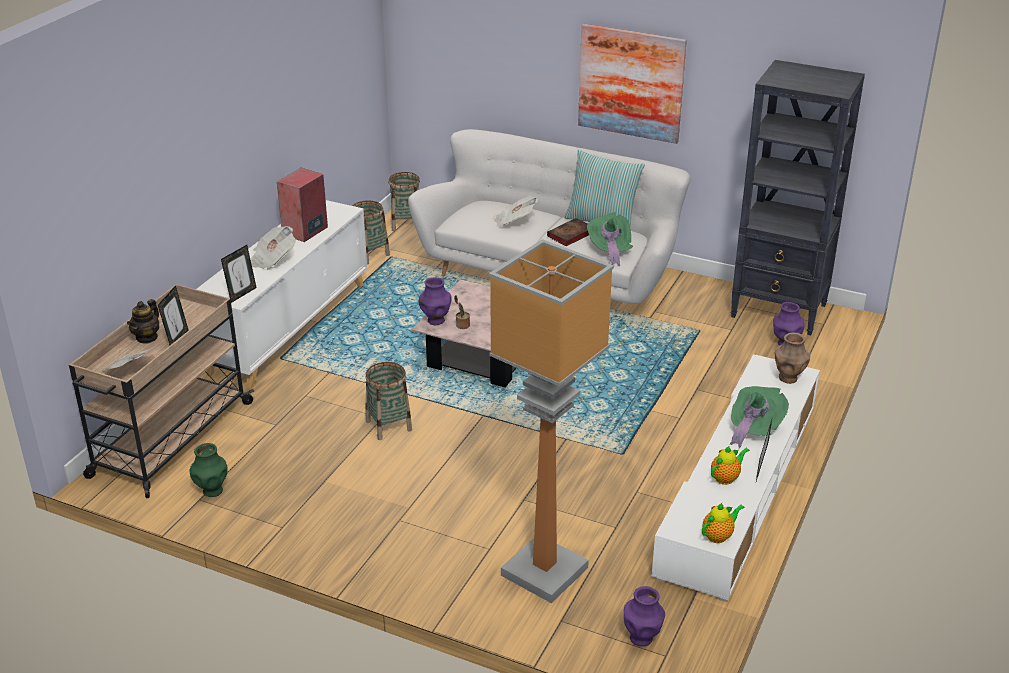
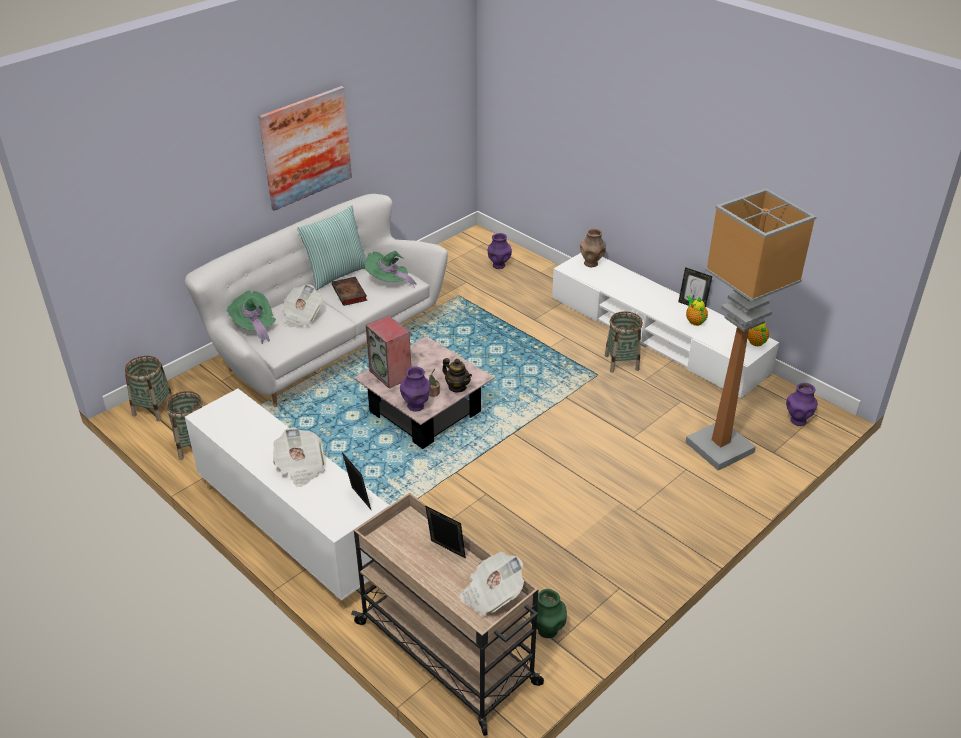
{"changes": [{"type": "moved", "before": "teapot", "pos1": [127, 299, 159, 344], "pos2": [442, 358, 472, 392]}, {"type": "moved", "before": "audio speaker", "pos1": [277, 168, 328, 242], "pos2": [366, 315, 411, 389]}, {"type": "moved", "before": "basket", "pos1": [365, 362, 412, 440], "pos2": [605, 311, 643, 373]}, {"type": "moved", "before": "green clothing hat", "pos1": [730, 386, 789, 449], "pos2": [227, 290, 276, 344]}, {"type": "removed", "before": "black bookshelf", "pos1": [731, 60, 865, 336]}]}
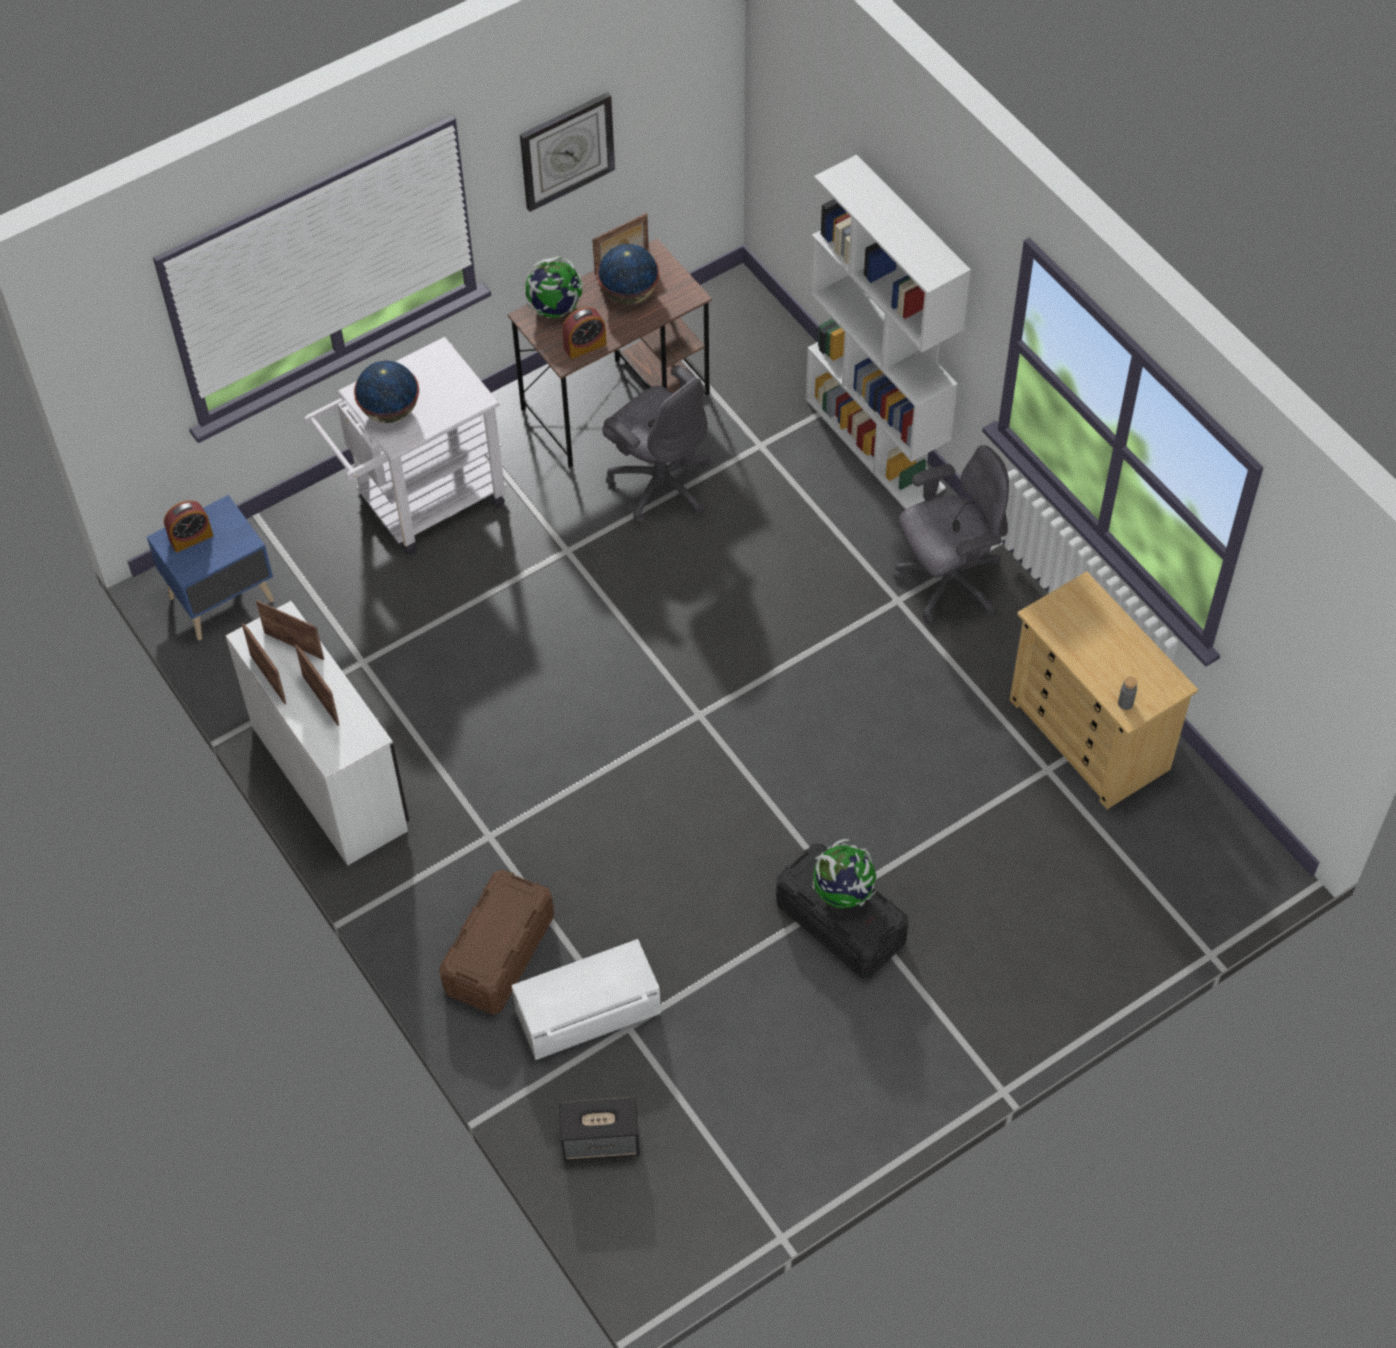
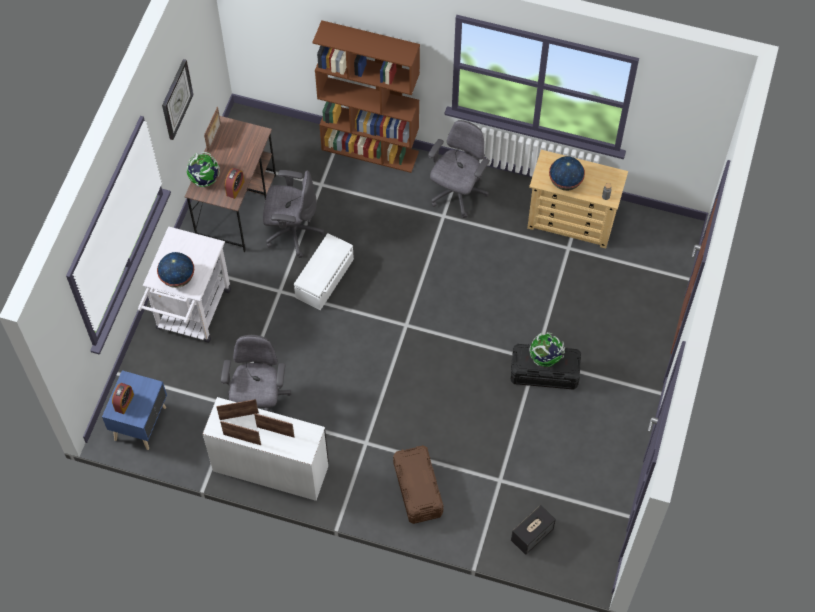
{"changes": [{"type": "moved", "before": "white-coloured storage box", "pos1": [512, 939, 661, 1060], "pos2": [294, 233, 354, 310]}, {"type": "moved", "before": "world globe", "pos1": [597, 244, 659, 305], "pos2": [549, 156, 585, 191]}, {"type": "recoloured", "before": "white-coloured bookshelf", "after": "brown bookshelf", "pos1": [806, 155, 971, 510], "pos2": [312, 20, 420, 173]}, {"type": "added", "after": "greyish office chair", "pos2": [221, 335, 291, 412]}]}
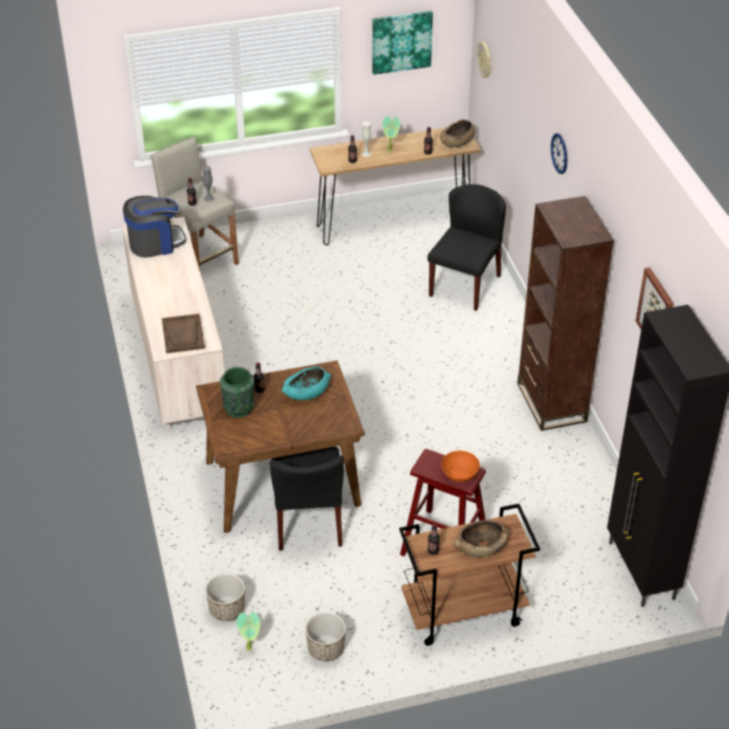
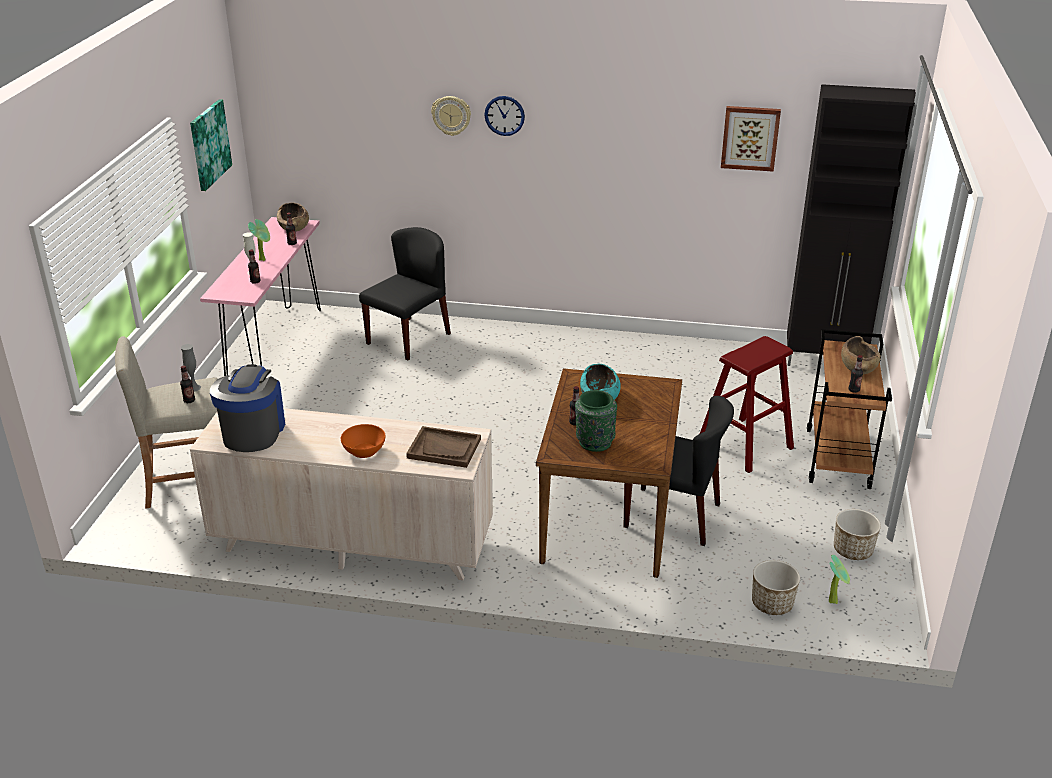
{"changes": [{"type": "recoloured", "before": "brown hall table", "after": "pink hall table", "pos1": [310, 128, 481, 245], "pos2": [200, 217, 321, 376]}, {"type": "turned", "before": "black upright chair", "pos1": [427, 184, 506, 311], "pos2": [359, 227, 451, 361], "turn": 75}, {"type": "moved", "before": "orange deep dish", "pos1": [442, 451, 480, 482], "pos2": [341, 424, 385, 458]}, {"type": "moved", "before": "wall clock", "pos1": [477, 41, 491, 78], "pos2": [431, 96, 471, 136]}, {"type": "removed", "before": "brown bookshelf", "pos1": [517, 196, 614, 431]}]}
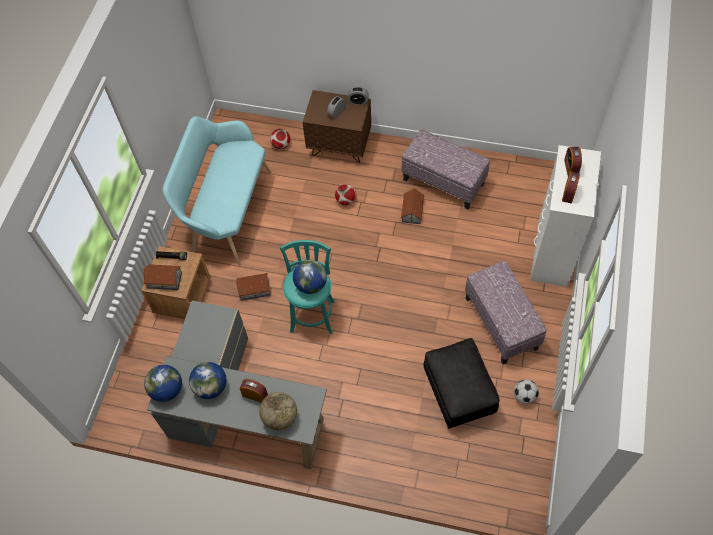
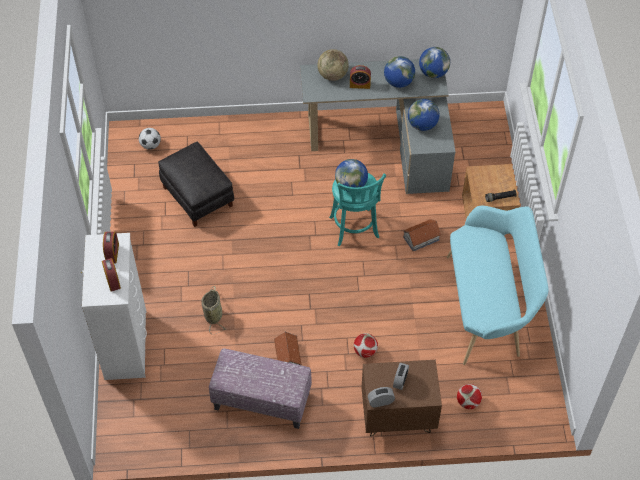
{"changes": [{"type": "removed", "before": "miniature house", "pos1": [143, 264, 182, 290]}, {"type": "removed", "before": "ottoman", "pos1": [465, 261, 547, 364]}, {"type": "moved", "before": "football", "pos1": [514, 379, 539, 404], "pos2": [139, 128, 161, 150]}, {"type": "added", "after": "basket", "pos2": [201, 286, 227, 334]}, {"type": "added", "after": "world globe", "pos2": [408, 99, 439, 131]}]}
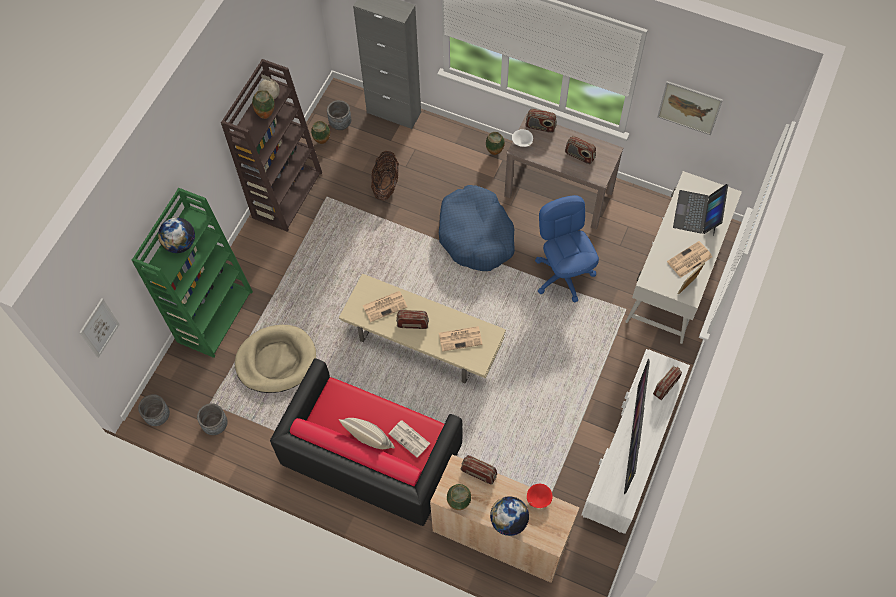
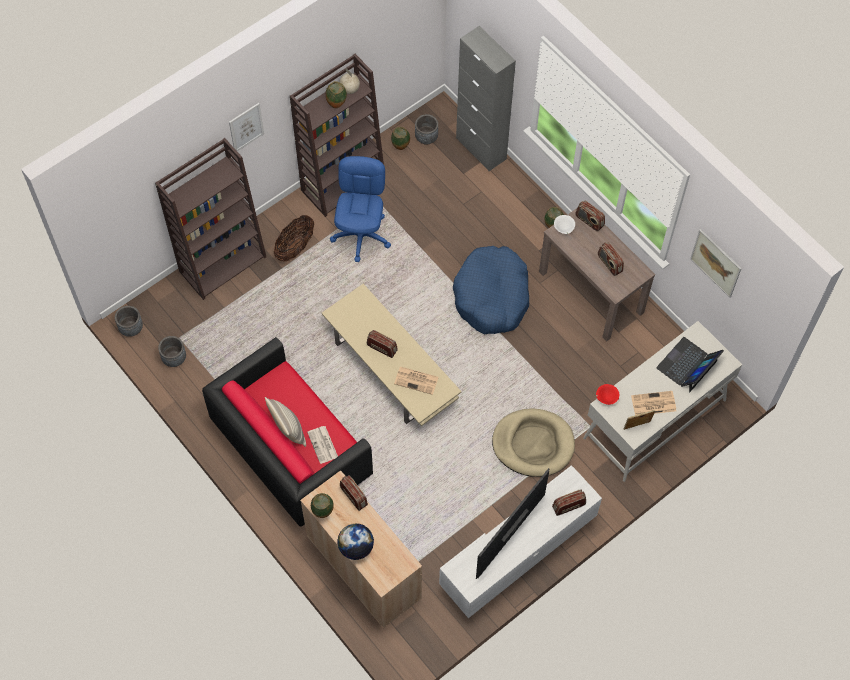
{"changes": [{"type": "moved", "before": "wall art", "pos1": [79, 298, 120, 358], "pos2": [229, 103, 264, 151]}, {"type": "recoloured", "before": "green bookshelf", "after": "brown bookshelf", "pos1": [132, 188, 253, 358], "pos2": [155, 138, 266, 300]}, {"type": "removed", "before": "world globe", "pos1": [158, 217, 195, 253]}, {"type": "moved", "before": "beige-coloured pet bed", "pos1": [235, 325, 316, 393], "pos2": [492, 408, 575, 477]}, {"type": "removed", "before": "daily paper", "pos1": [363, 291, 407, 322]}, {"type": "moved", "before": "basket", "pos1": [371, 151, 399, 200], "pos2": [274, 215, 314, 262]}, {"type": "moved", "before": "red deep dish", "pos1": [527, 484, 553, 508], "pos2": [596, 384, 619, 405]}, {"type": "moved", "before": "blue office chair", "pos1": [535, 195, 599, 303], "pos2": [330, 156, 391, 262]}]}
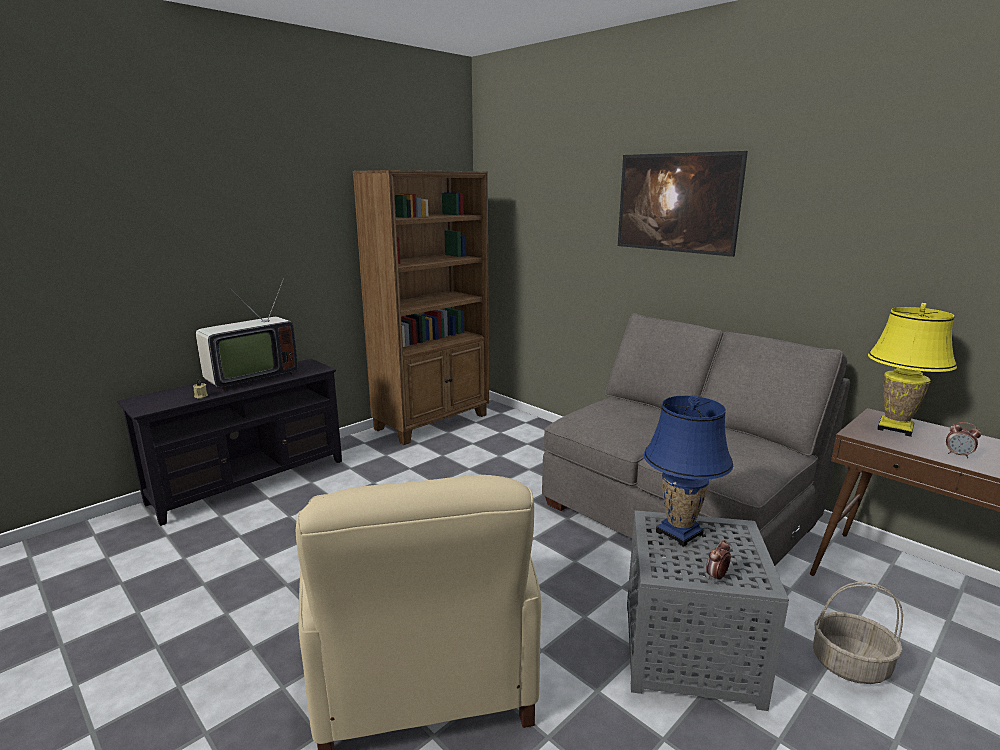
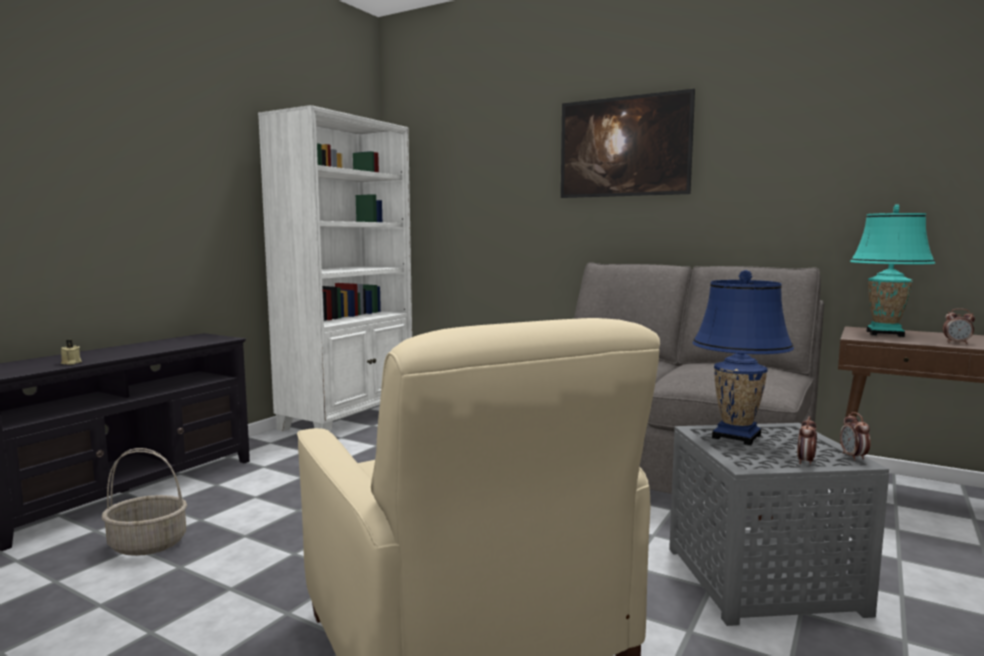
{"changes": [{"type": "removed", "before": "television", "pos1": [196, 278, 298, 391]}, {"type": "recoloured", "before": "brown bookshelf", "after": "white-coloured bookshelf", "pos1": [353, 170, 489, 445], "pos2": [258, 105, 412, 432]}, {"type": "moved", "before": "basket", "pos1": [813, 582, 903, 684], "pos2": [102, 448, 187, 556]}, {"type": "recoloured", "before": "yellowish table lamp", "after": "turquoise table lamp", "pos1": [868, 303, 957, 437], "pos2": [850, 204, 935, 337]}, {"type": "added", "after": "alarm clock", "pos2": [840, 412, 871, 461]}]}
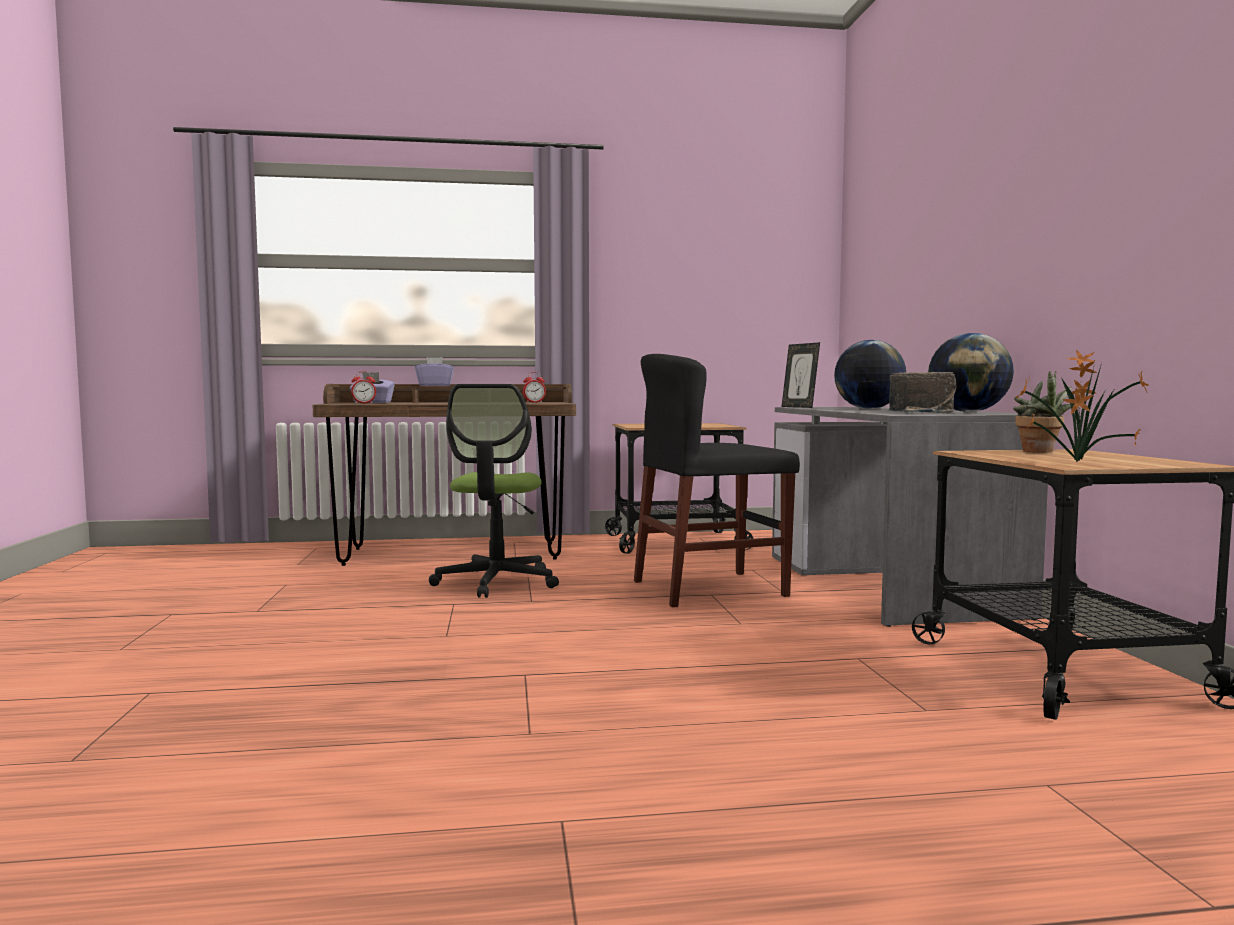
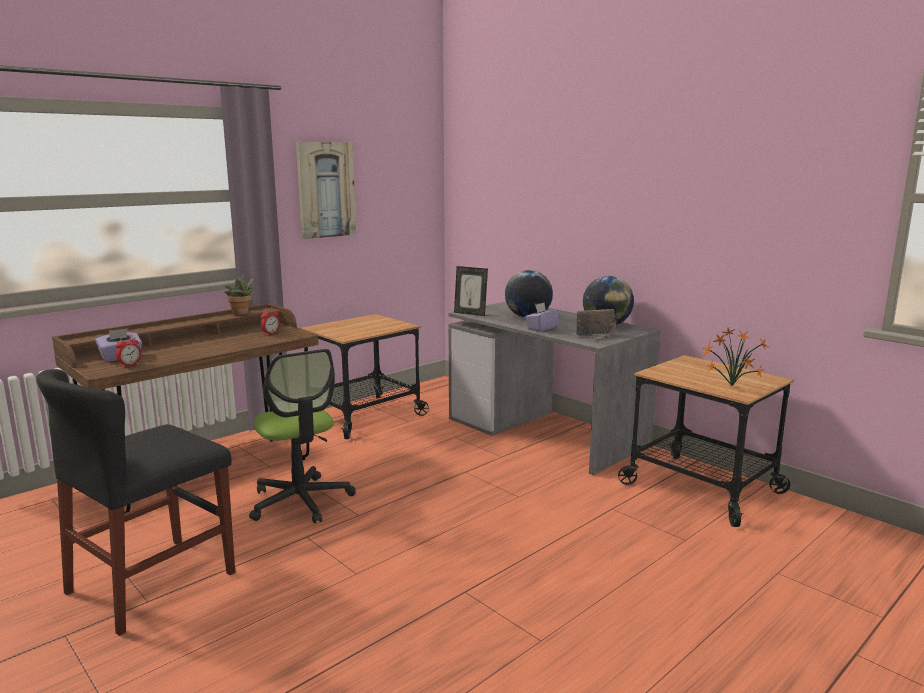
{"changes": [{"type": "moved", "before": "purple-coloured tissue box", "pos1": [415, 357, 454, 386], "pos2": [525, 303, 559, 332]}, {"type": "moved", "before": "black upright chair", "pos1": [634, 354, 800, 607], "pos2": [36, 369, 235, 636]}, {"type": "moved", "before": "houseplant", "pos1": [1013, 371, 1072, 453], "pos2": [224, 273, 256, 315]}, {"type": "added", "after": "wall art", "pos2": [296, 142, 356, 239]}]}
